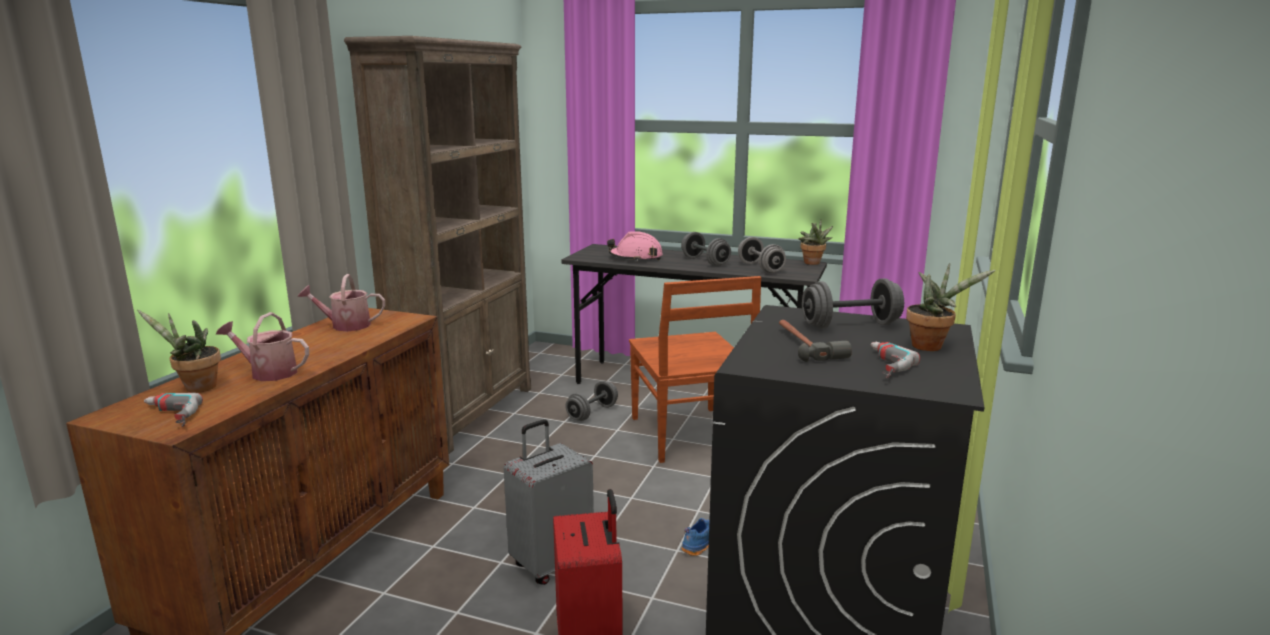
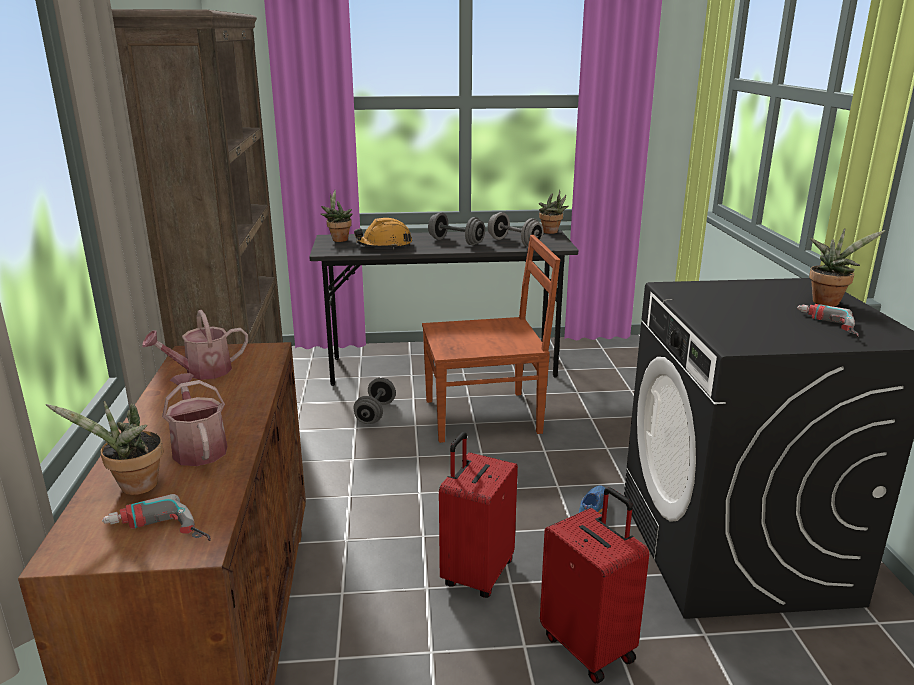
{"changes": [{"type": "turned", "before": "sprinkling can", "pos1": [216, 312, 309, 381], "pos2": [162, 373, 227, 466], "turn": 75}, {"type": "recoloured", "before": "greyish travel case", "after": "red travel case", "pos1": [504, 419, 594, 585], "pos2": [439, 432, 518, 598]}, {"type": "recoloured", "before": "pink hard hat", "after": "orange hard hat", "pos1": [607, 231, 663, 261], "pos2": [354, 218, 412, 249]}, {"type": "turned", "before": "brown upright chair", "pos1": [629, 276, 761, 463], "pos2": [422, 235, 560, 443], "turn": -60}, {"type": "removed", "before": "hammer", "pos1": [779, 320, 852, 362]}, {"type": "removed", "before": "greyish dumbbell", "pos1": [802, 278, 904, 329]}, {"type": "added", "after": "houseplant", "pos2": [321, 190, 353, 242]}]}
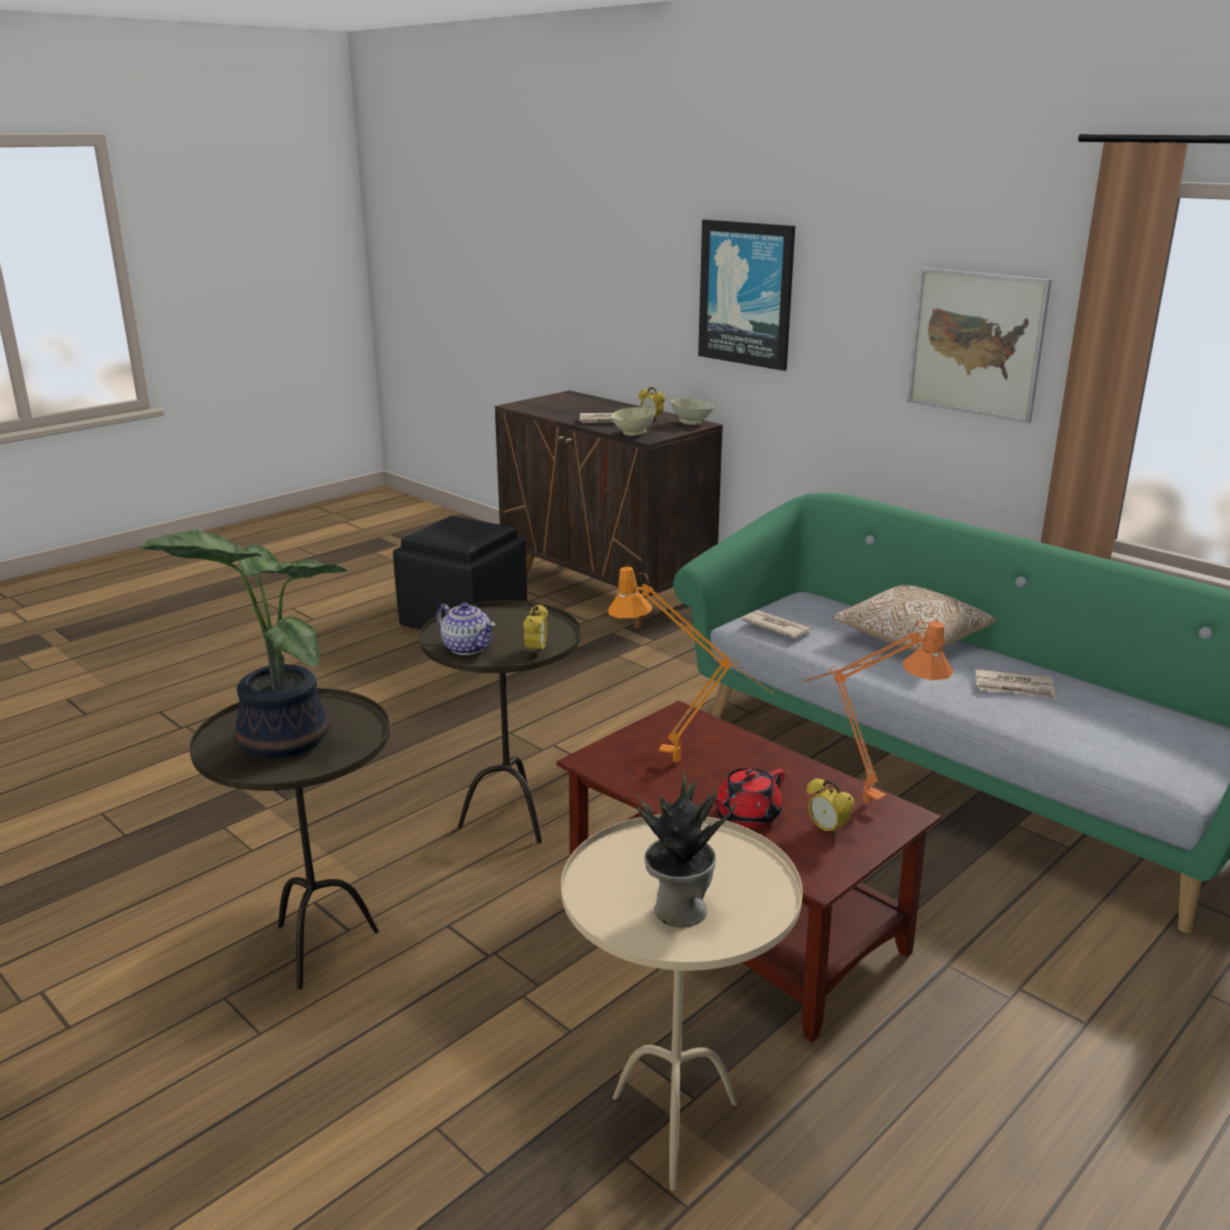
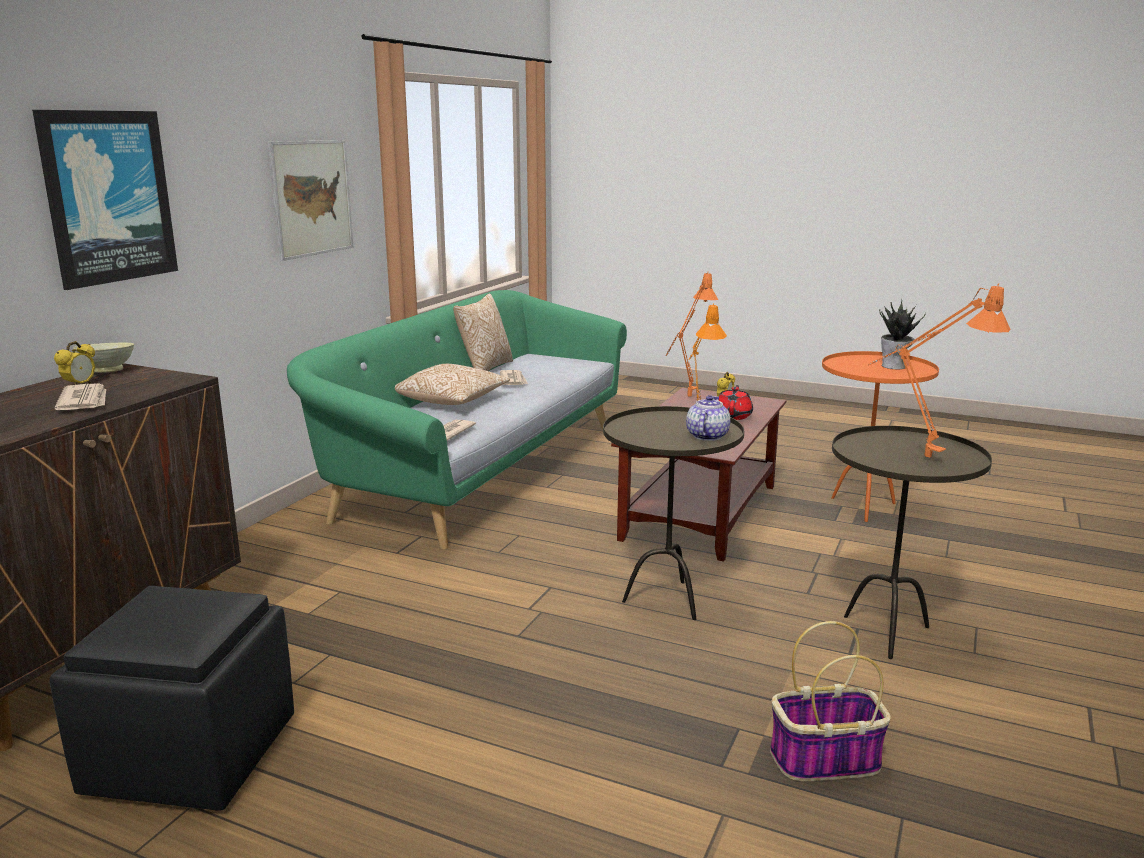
{"changes": [{"type": "replaced", "before": "houseplant", "after": "orange table lamp", "pos1": [140, 530, 353, 758], "pos2": [868, 284, 1011, 457]}, {"type": "removed", "before": "alarm clock", "pos1": [523, 604, 548, 656]}, {"type": "recoloured", "before": "beige-coloured end table", "after": "orange end table", "pos1": [561, 814, 803, 1191], "pos2": [822, 351, 939, 522]}, {"type": "removed", "before": "beige-coloured deep dish", "pos1": [611, 407, 656, 436]}, {"type": "turned", "before": "red teapot", "pos1": [714, 768, 785, 828], "pos2": [718, 385, 753, 420], "turn": -105}, {"type": "added", "after": "cushion", "pos2": [453, 293, 513, 371]}, {"type": "added", "after": "basket", "pos2": [770, 621, 891, 781]}]}
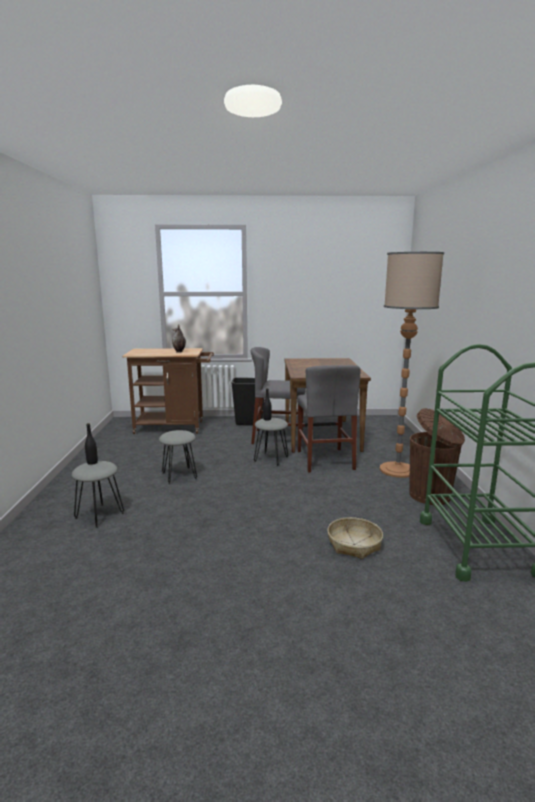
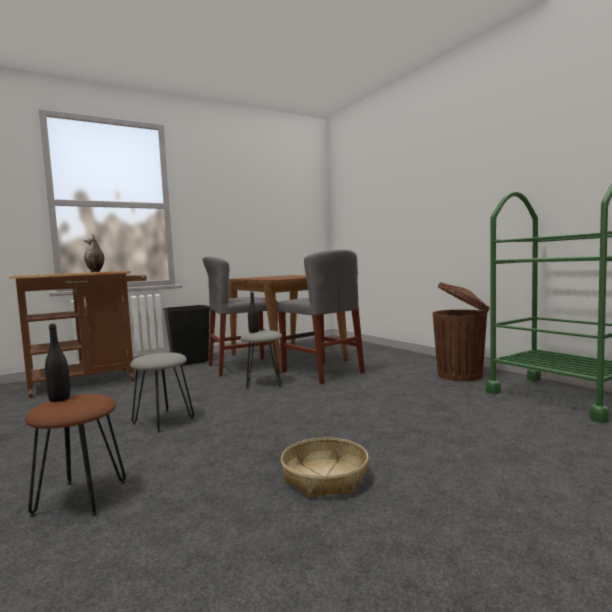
{"changes": [{"type": "recoloured", "before": "greyish sitting stool", "after": "brown sitting stool", "pos1": [72, 461, 124, 528], "pos2": [25, 394, 126, 517]}, {"type": "moved", "before": "basket", "pos1": [327, 517, 383, 559], "pos2": [281, 437, 369, 499]}, {"type": "removed", "before": "standard lamp", "pos1": [380, 252, 444, 478]}]}
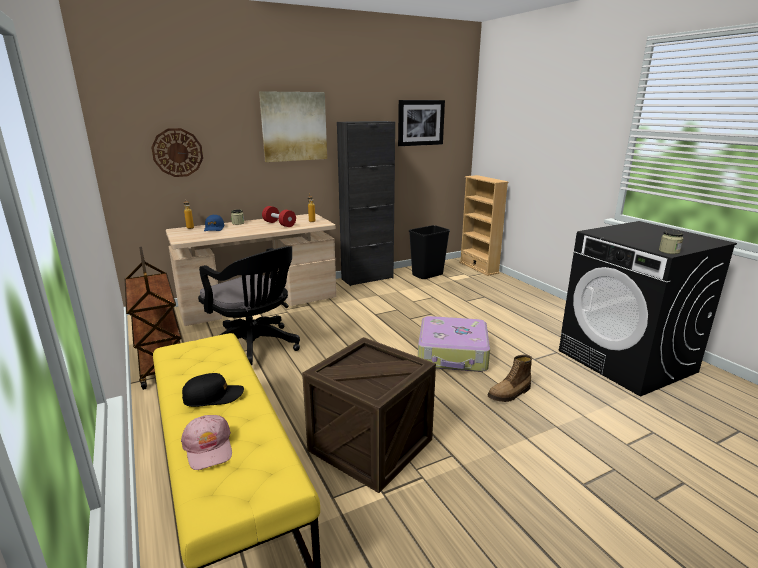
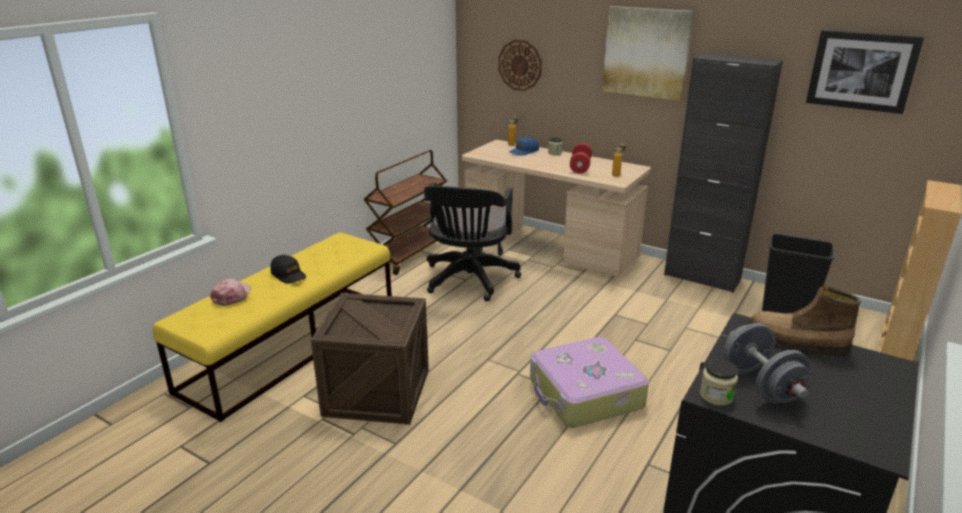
{"changes": [{"type": "turned", "before": "pink baseball cap", "pos1": [181, 415, 232, 470], "pos2": [210, 279, 251, 306], "turn": 150}, {"type": "moved", "before": "high-top boot", "pos1": [488, 355, 532, 402], "pos2": [748, 286, 861, 357]}, {"type": "added", "after": "greyish dumbbell", "pos2": [724, 323, 811, 403]}]}
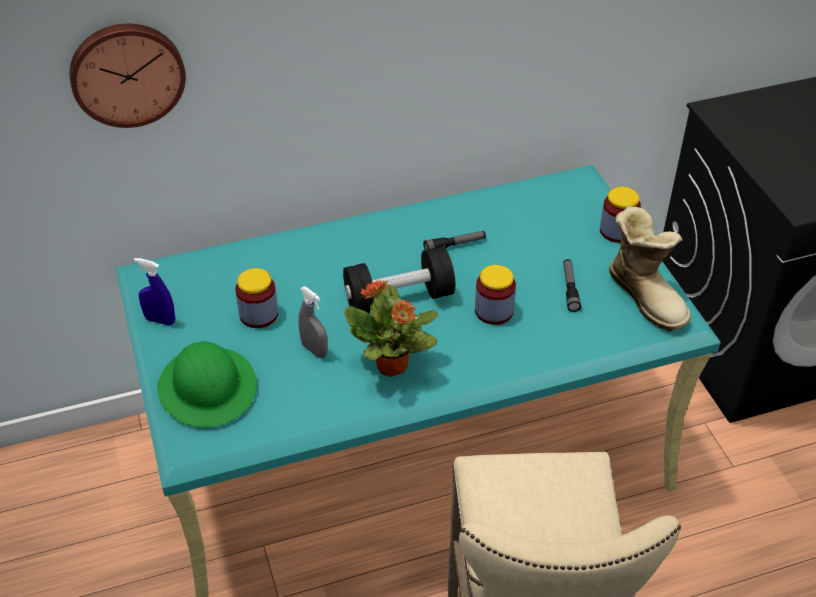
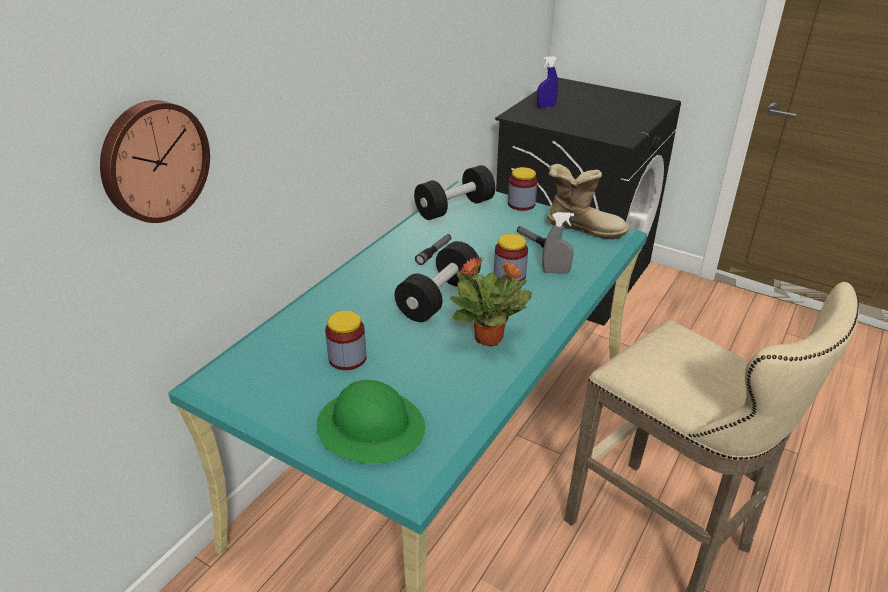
{"changes": [{"type": "moved", "before": "blue spray bottle", "pos1": [134, 258, 175, 326], "pos2": [537, 56, 558, 108]}, {"type": "moved", "before": "greyish spray bottle", "pos1": [299, 287, 328, 358], "pos2": [542, 212, 574, 274]}, {"type": "added", "after": "black dumbbell", "pos2": [414, 165, 495, 220]}]}
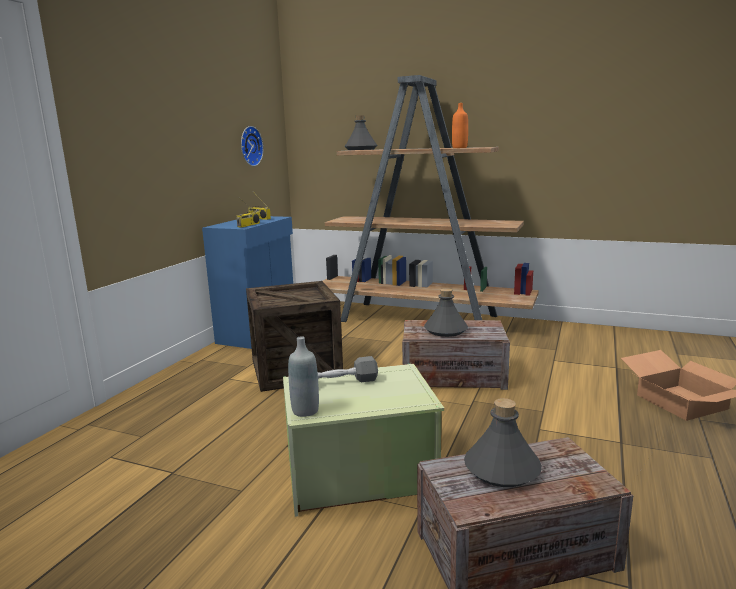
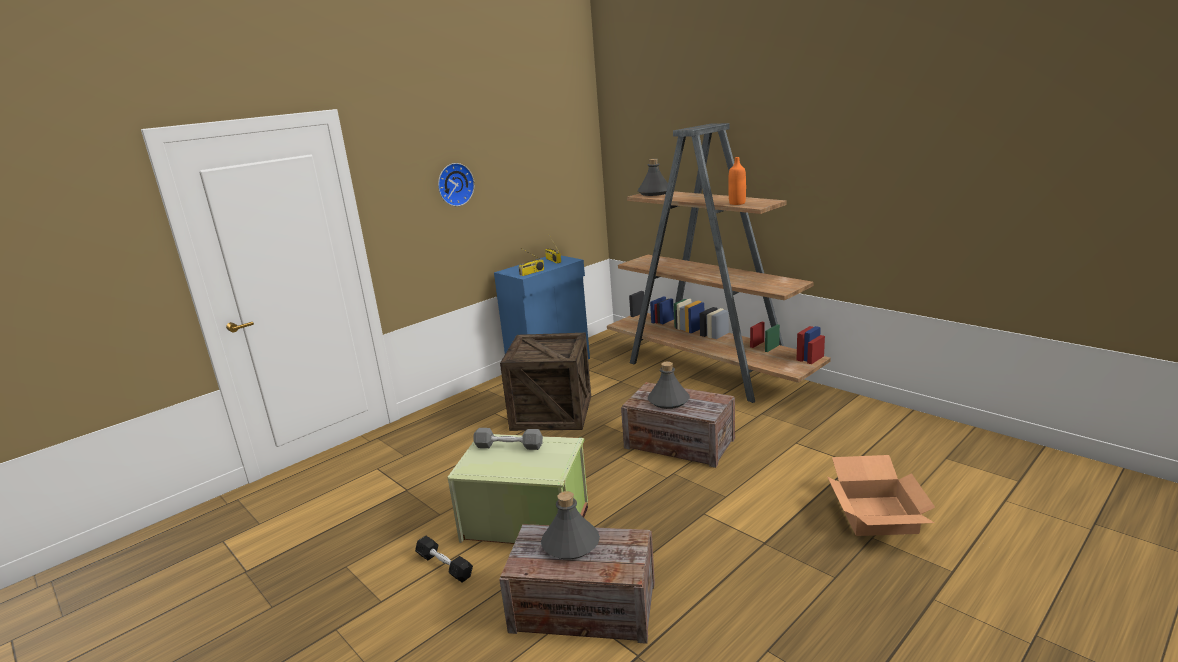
{"changes": [{"type": "moved", "before": "wall clock", "pos1": [241, 126, 264, 166], "pos2": [438, 163, 474, 206]}, {"type": "removed", "before": "greyish drink bottle", "pos1": [288, 336, 319, 417]}, {"type": "added", "after": "black dumbbell", "pos2": [415, 536, 473, 583]}]}
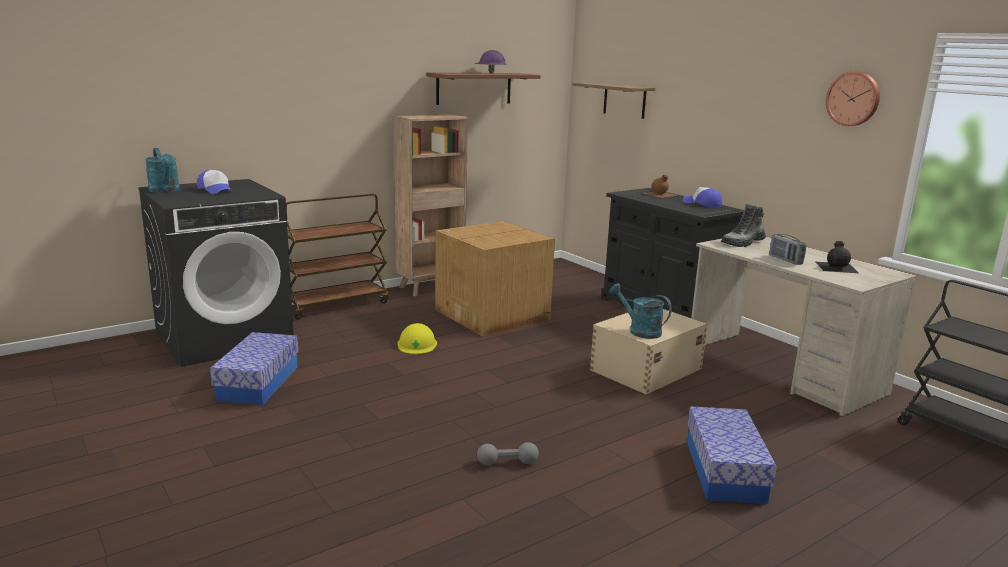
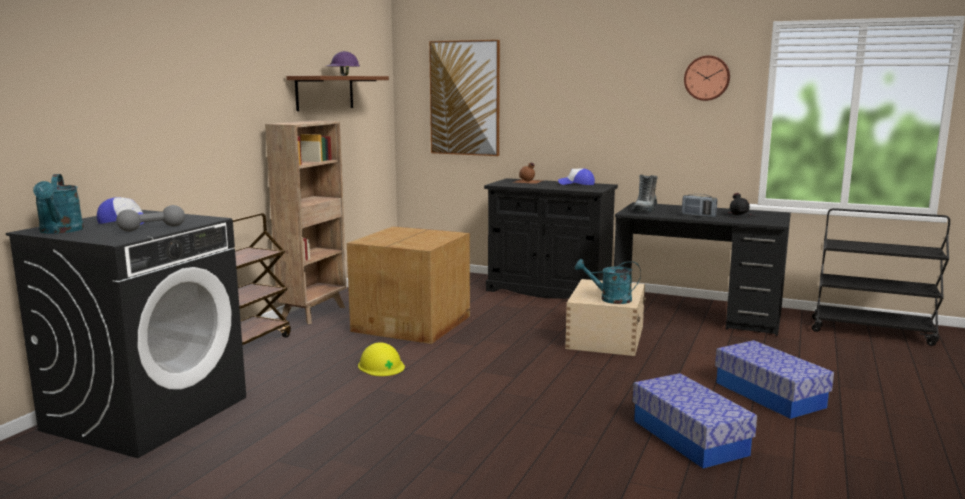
{"changes": [{"type": "turned", "before": "turquoise sprinkling can", "pos1": [145, 148, 180, 193], "pos2": [33, 174, 84, 234], "turn": 45}, {"type": "moved", "before": "storage box", "pos1": [210, 332, 298, 405], "pos2": [633, 373, 757, 468]}, {"type": "moved", "before": "greyish dumbbell", "pos1": [477, 442, 539, 466], "pos2": [116, 205, 185, 232]}, {"type": "replaced", "before": "shelf", "after": "wall art", "pos1": [572, 83, 655, 119], "pos2": [429, 40, 500, 156]}, {"type": "recoloured", "before": "beige-coloured desk", "after": "black desk", "pos1": [691, 237, 917, 417], "pos2": [614, 202, 791, 336]}]}
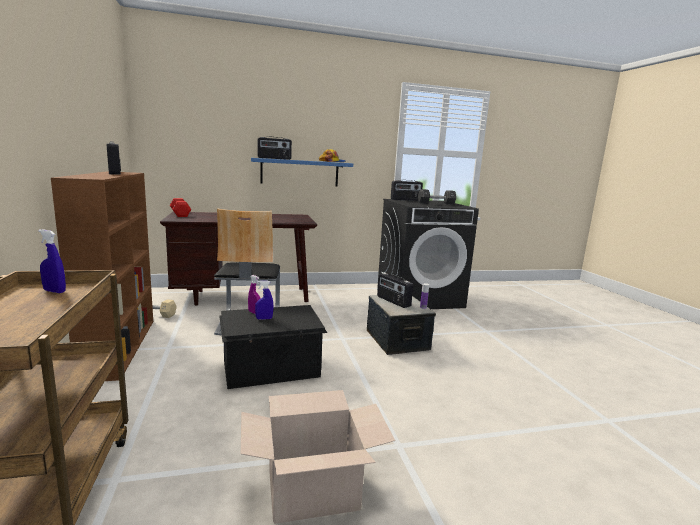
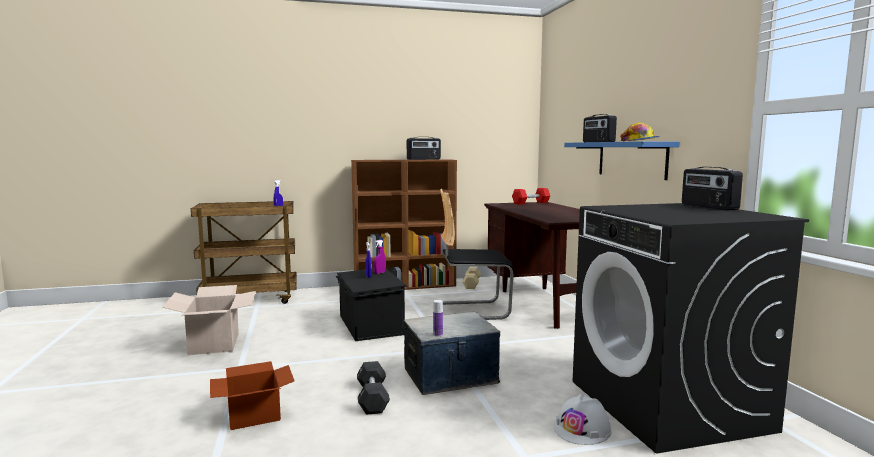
{"changes": [{"type": "removed", "before": "radio receiver", "pos1": [377, 273, 413, 308]}, {"type": "moved", "before": "black dumbbell", "pos1": [418, 189, 456, 205], "pos2": [357, 361, 390, 415]}, {"type": "added", "after": "carton", "pos2": [210, 361, 294, 430]}, {"type": "added", "after": "white-coloured hard hat", "pos2": [553, 394, 611, 445]}]}
